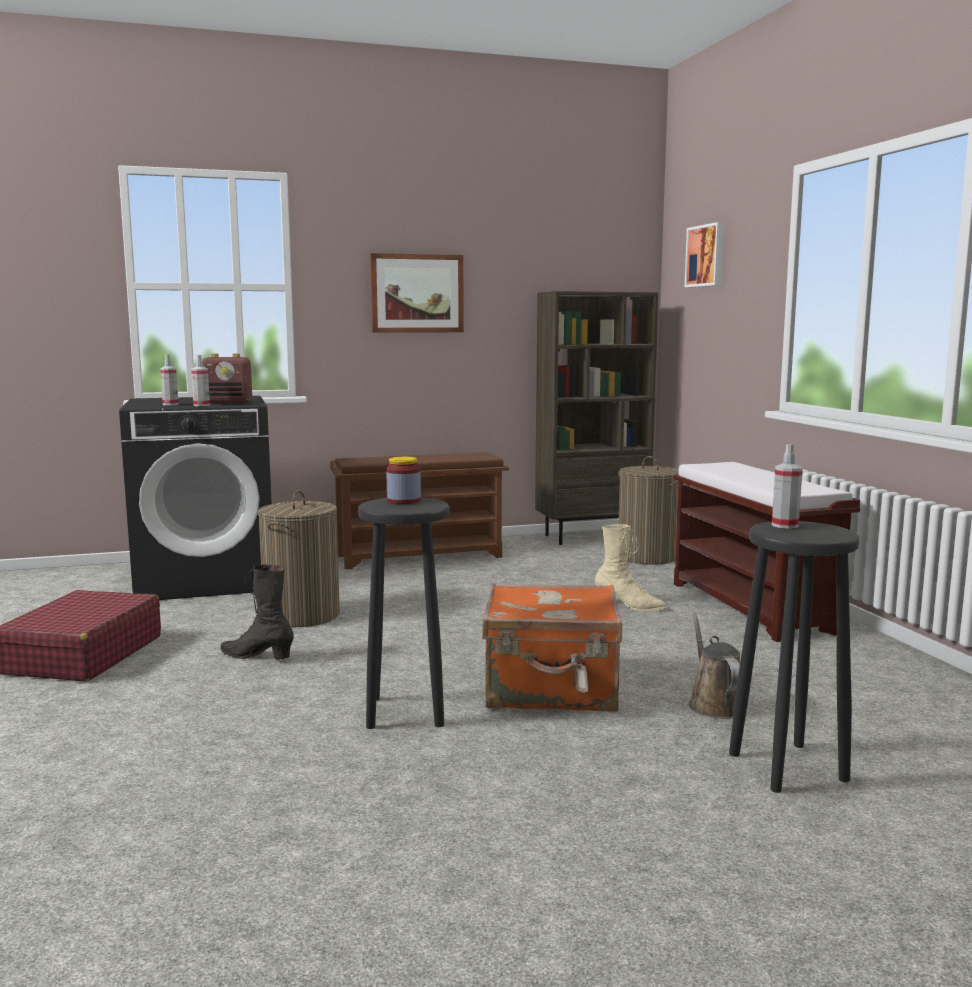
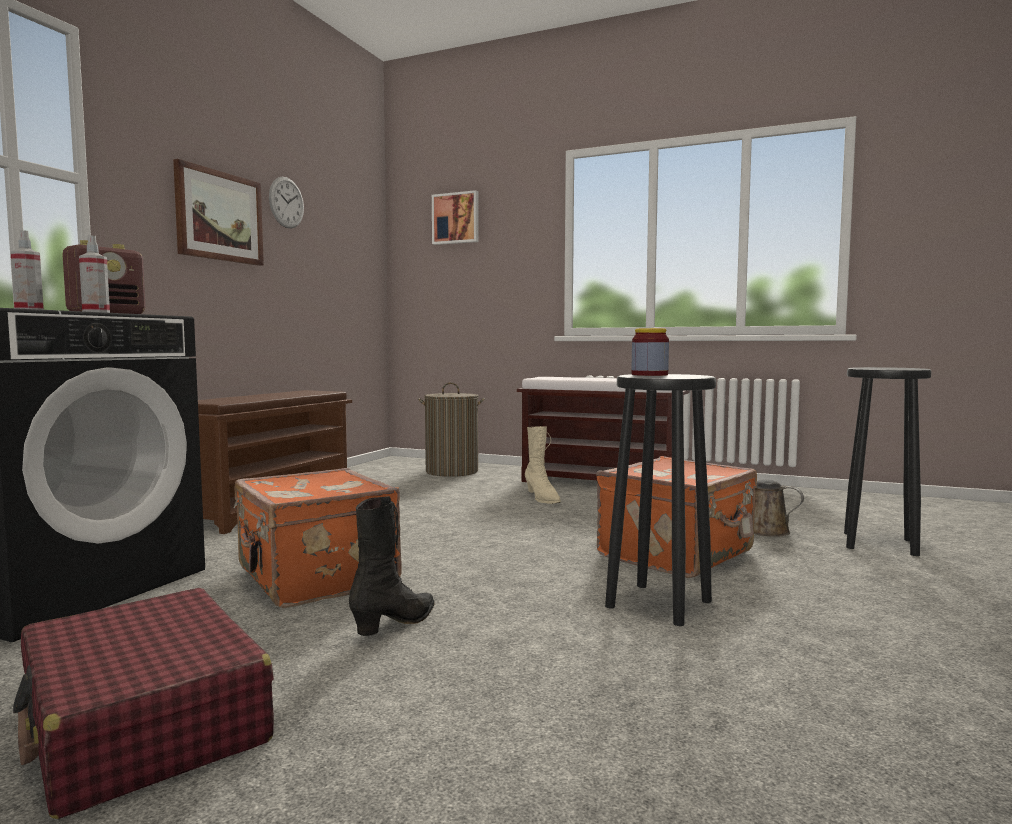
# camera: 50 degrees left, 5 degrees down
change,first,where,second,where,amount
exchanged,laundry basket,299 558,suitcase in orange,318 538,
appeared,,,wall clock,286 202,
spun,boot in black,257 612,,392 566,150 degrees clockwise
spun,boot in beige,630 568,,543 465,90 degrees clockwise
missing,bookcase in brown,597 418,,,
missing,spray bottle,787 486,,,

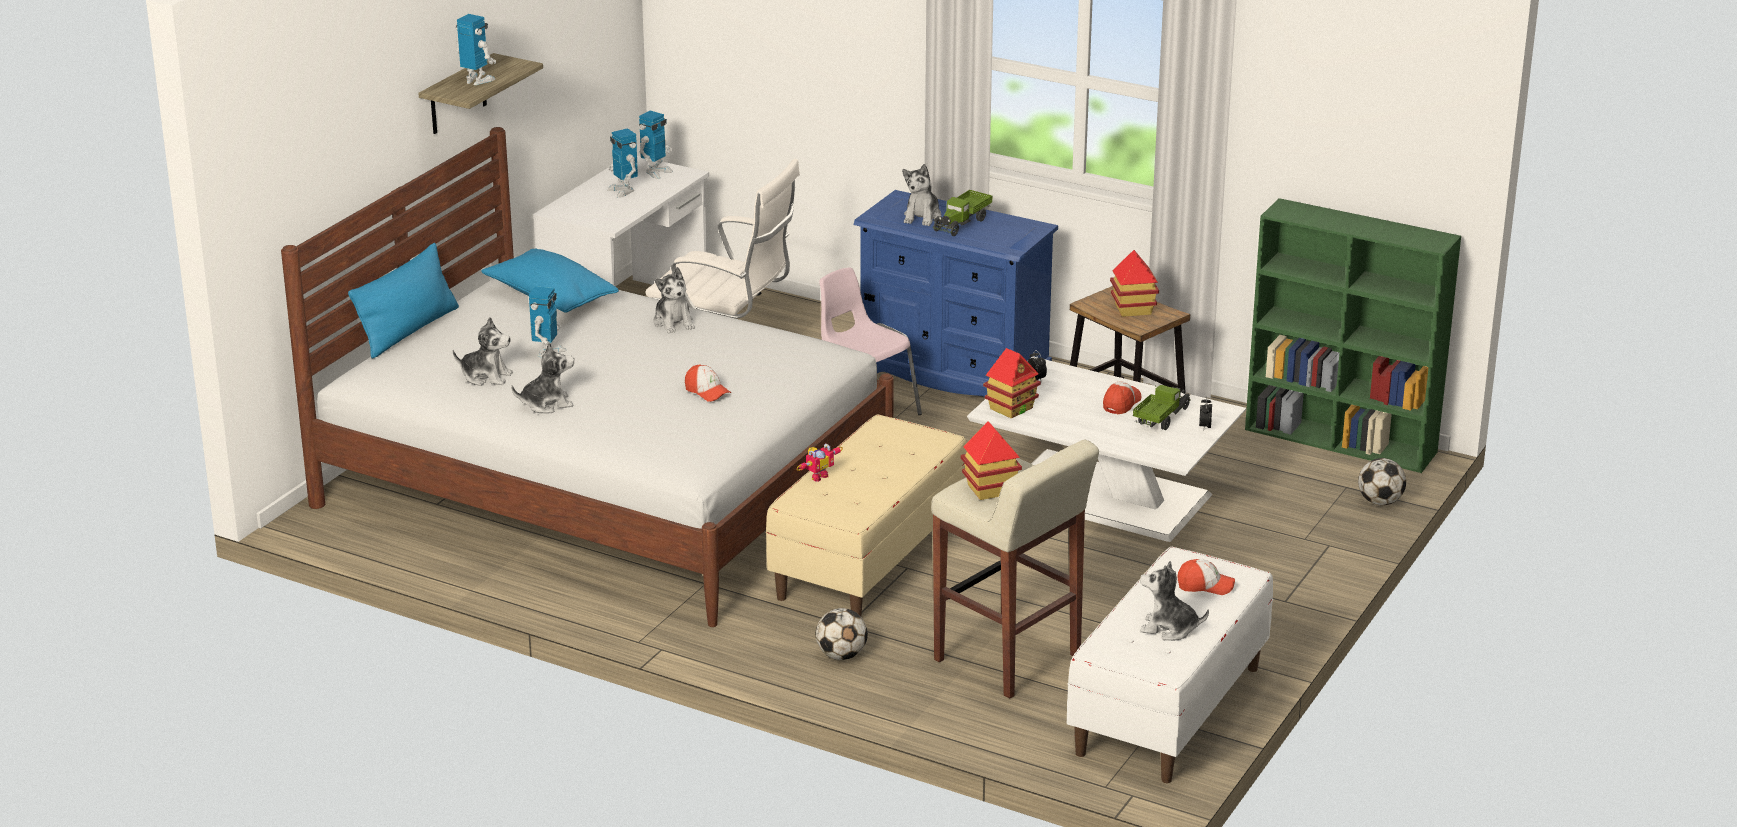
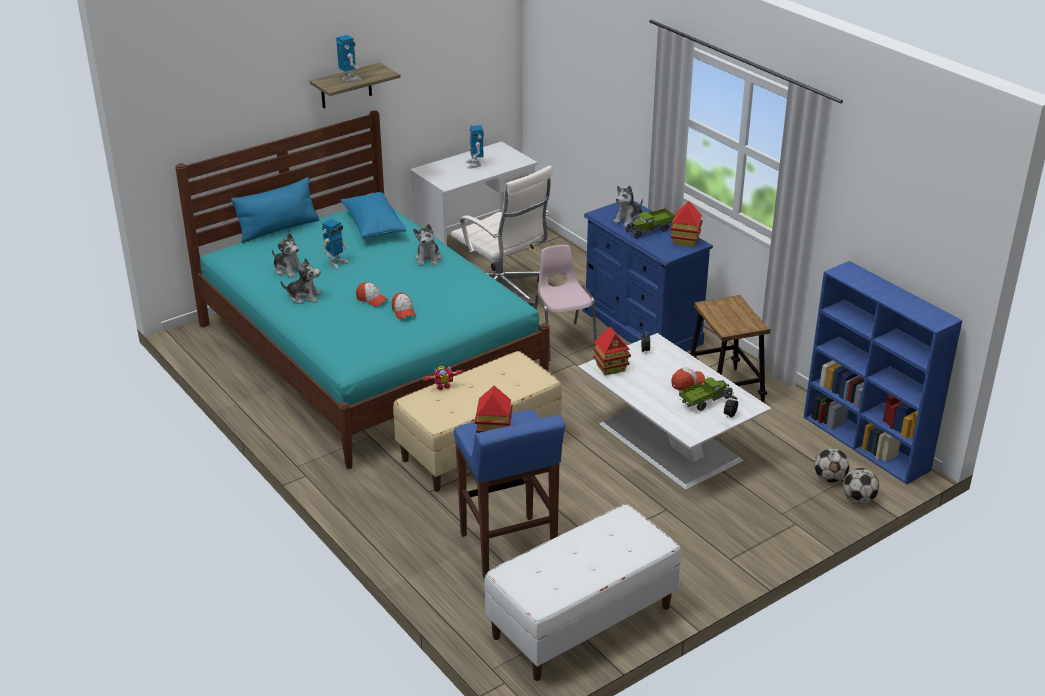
# camera: 25 degrees right, 5 degrees up
change,first,where,second,where,amount
colour,bed in white,587 377,bed in turquoise,362 289,
relocated,cap,1206 577,,372 294,
colour,stool in beige,1015 568,stool in blue,509 494,
relocated,toy house,1134 283,,686 224,
colour,bookcase in green,1353 335,bookcase in blue,883 372,
relocated,football,842 634,,831 465,
missing,toy robot,656 144,,,
missing,plush toy,1174 600,,,

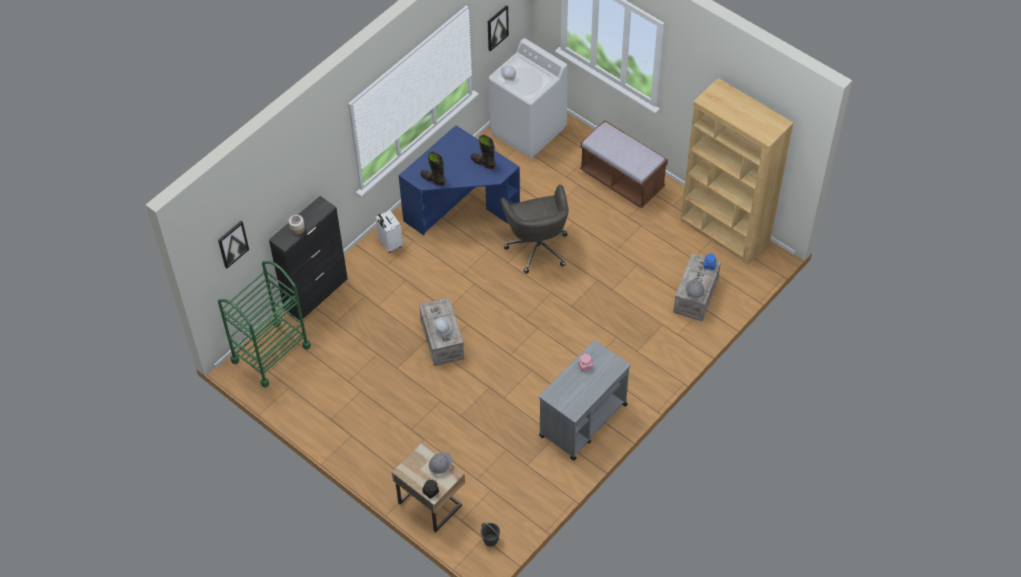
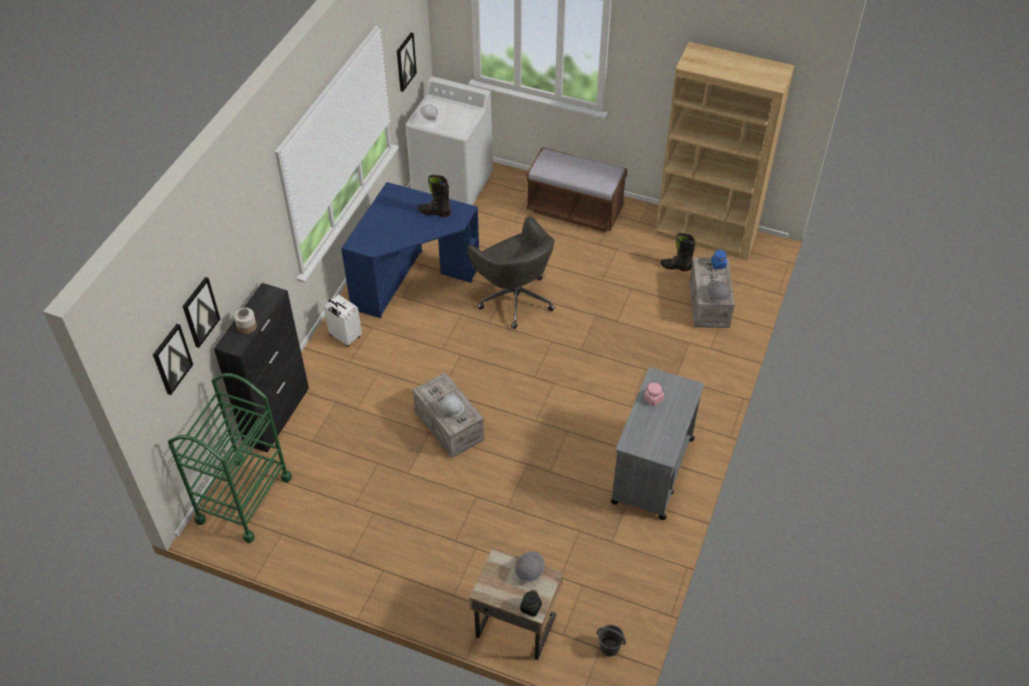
# camera: 20 degrees left, 5 degrees down
change,first,where,second,where,amount
appeared,,,picture,201 312,
relocated,boot in black,433 169,,677 252,

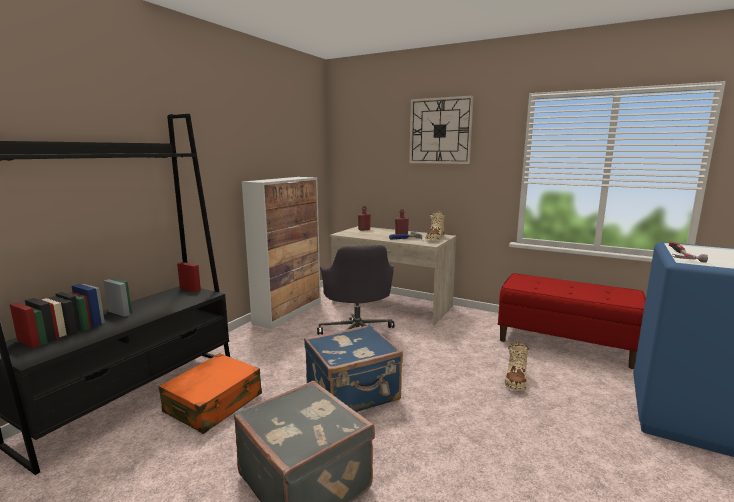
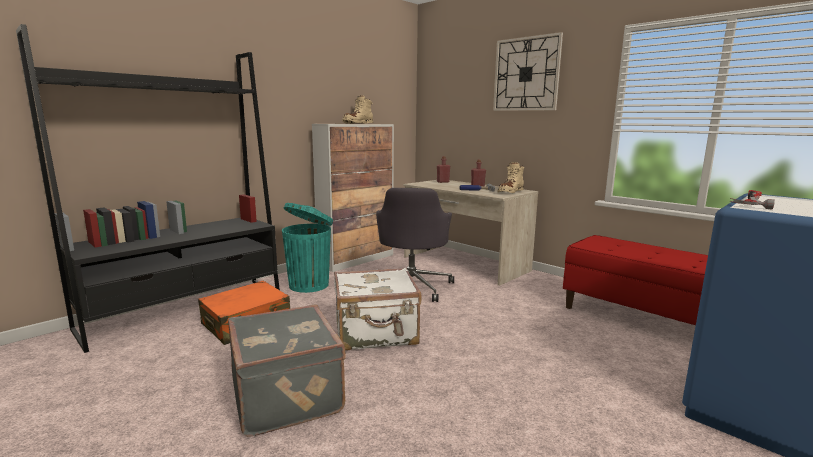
# camera: 15 degrees right, 0 degrees up
change,first,where,second,where,amount
appeared,,,trash can in turquoise,307 248,
colour,suitcase in blue,353 368,suitcase in white,377 309,
relocated,boot in beige,517 366,,357 109,

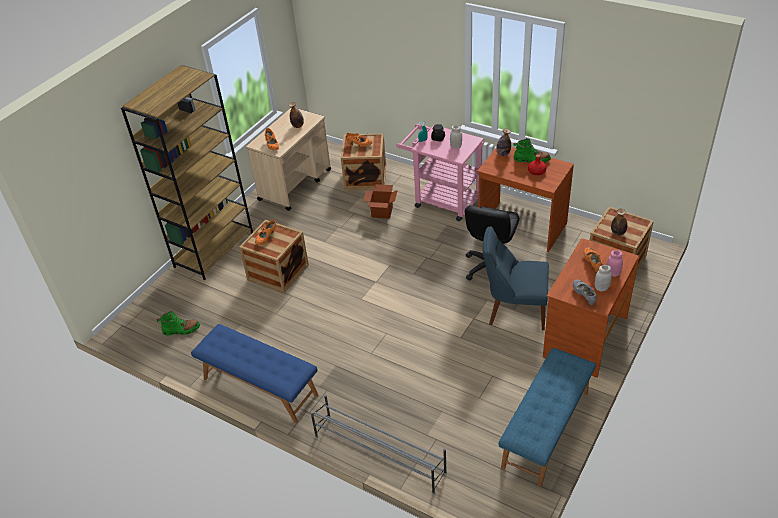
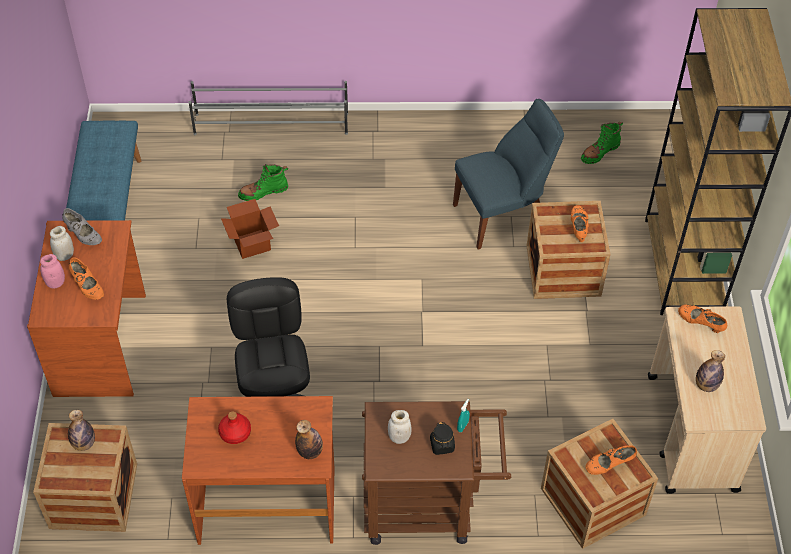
# camera: 145 degrees right, 10 degrees up
change,first,where,second,where,amount
relocated,cardboard box,380 201,,250 229,
relocated,boot in green,532 150,,263 182,
colour,cart in pink,440 172,cart in brown,436 473,
relocated,chair in blue,516 278,,508 174,
missing,bench in blue,255 373,,,

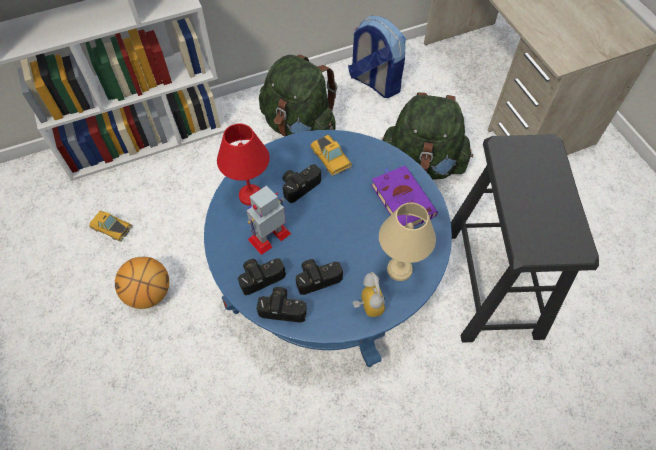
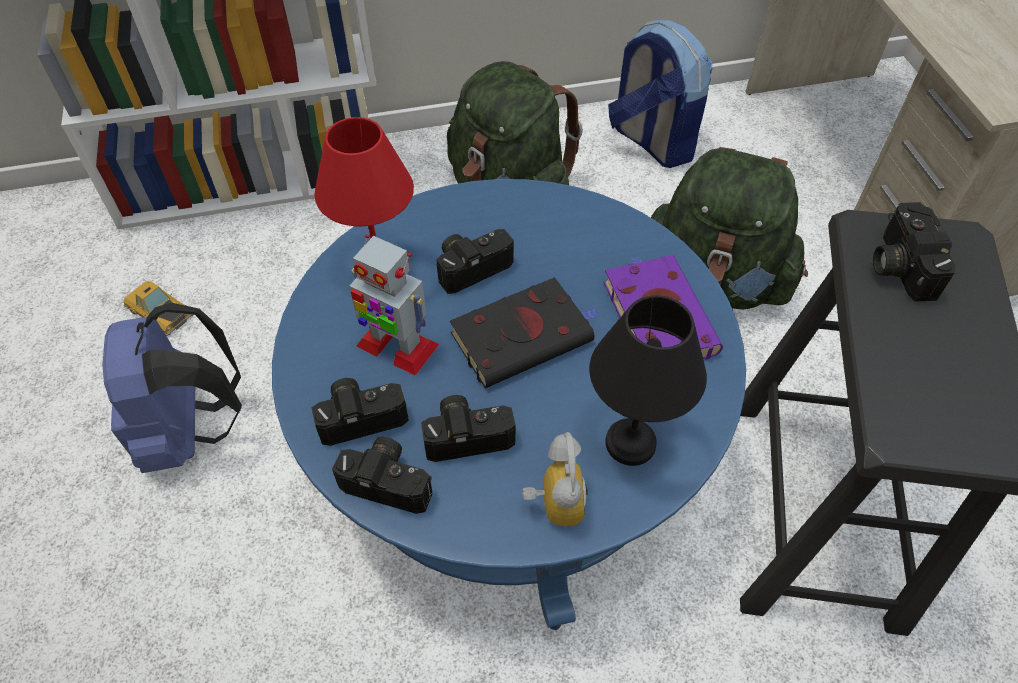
# camera: 10 degrees right, 5 degrees down
change,first,where,second,where,amount
exchanged,basketball,142 283,backpack in blue,172 388,
spun,toy robot,268 220,,394 305,120 degrees counterclockwise
appeared,,,book in black,524 332,
colour,table lamp in beige,407 241,table lamp in black,648 380,
appeared,,,photo camera,914 252,
missing,toy car,331 155,,,

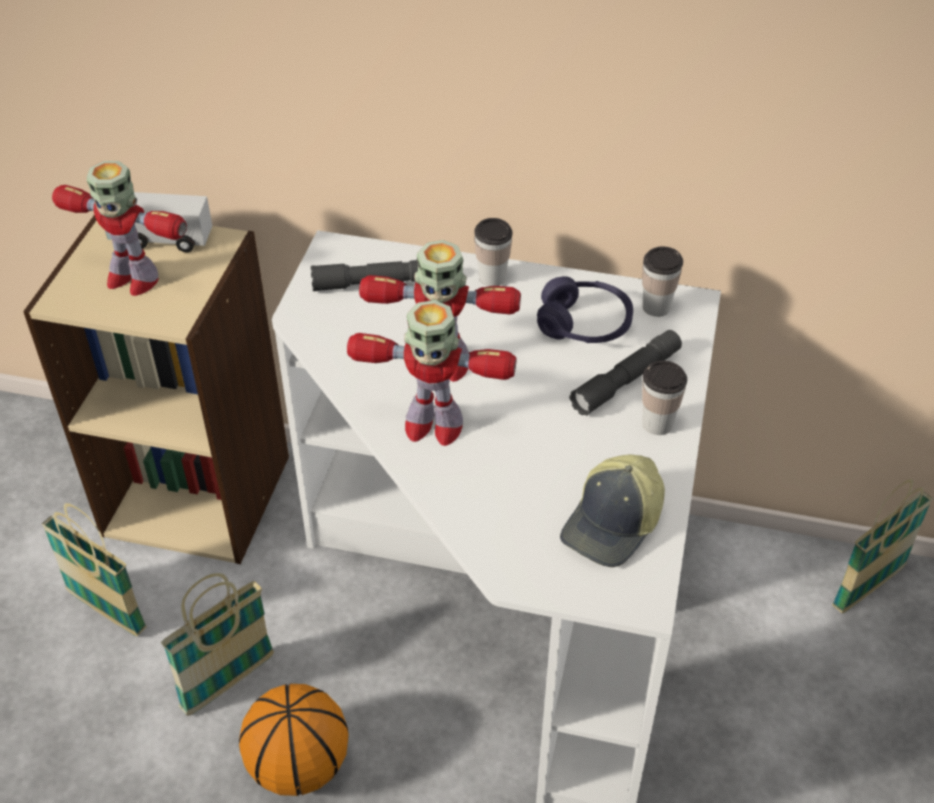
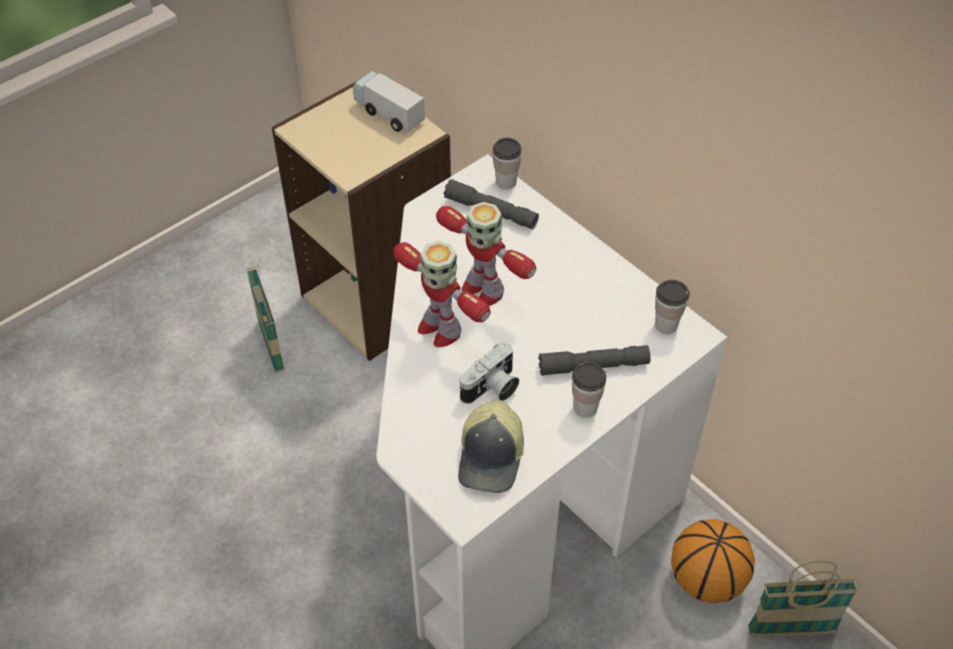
# camera: 35 degrees right, 5 degrees up
change,first,where,second,where,amount
spun,cap,612 511,,491 446,60 degrees counterclockwise
appeared,,,photo camera,489 373,
relocated,cup,493 252,,507 163,
relocated,basketball,294 740,,713 561,
missing,toy robot,119 228,,,
missing,basket,217 644,,,
missing,headphones in purple,585 309,,,

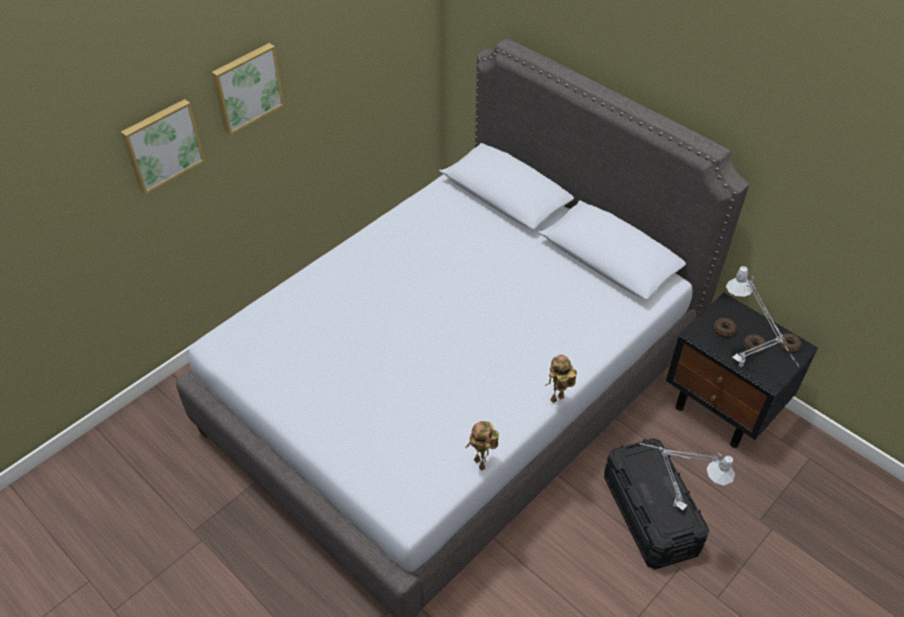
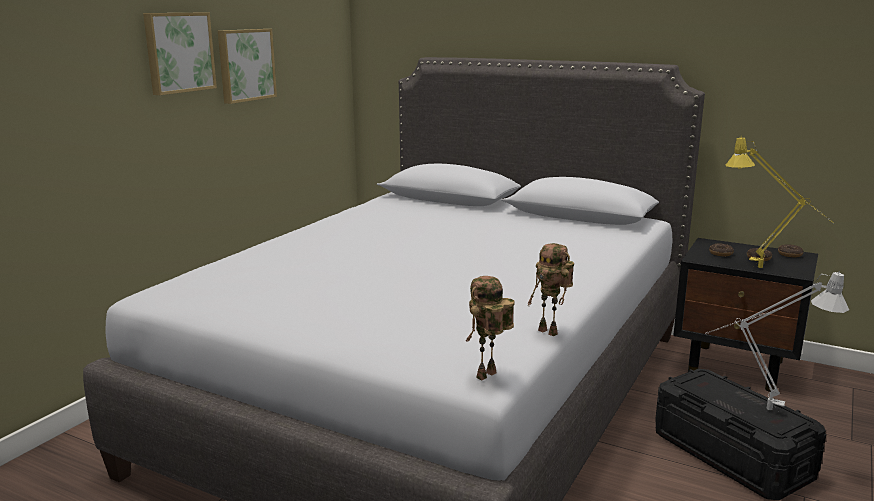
# camera: 15 degrees left, 30 degrees down
change,first,where,second,where,amount
relocated,picture,163 146,,247 66,
relocated,toy robot,561 379,,490 328,
colour,table lamp in grey,762 316,table lamp in yellow,779 202,

